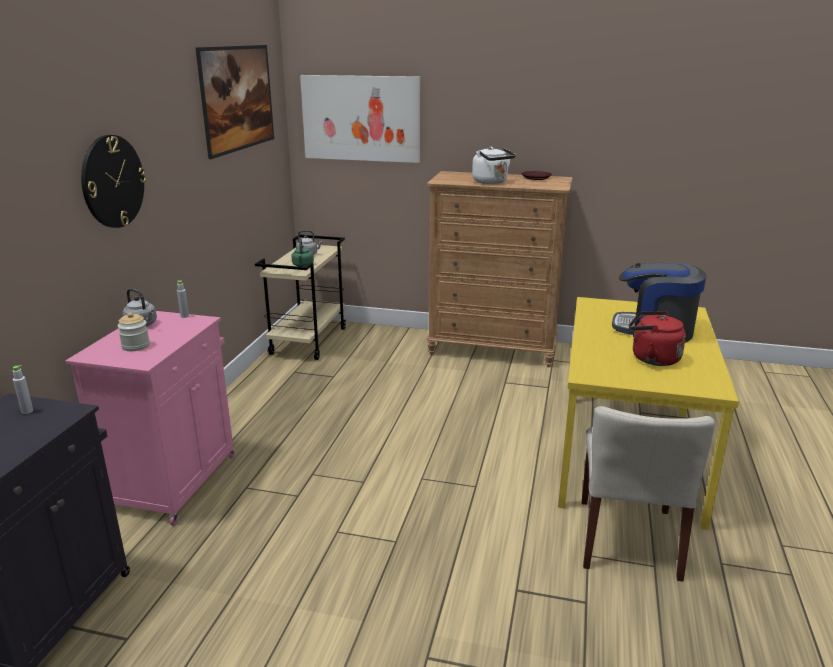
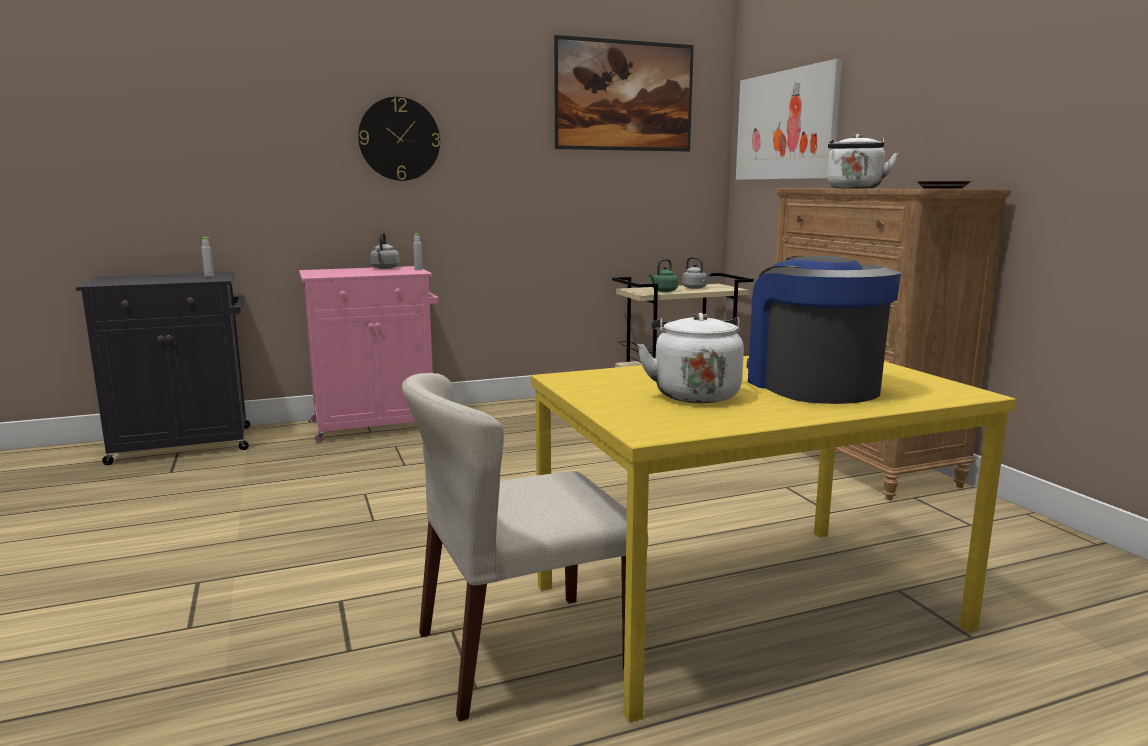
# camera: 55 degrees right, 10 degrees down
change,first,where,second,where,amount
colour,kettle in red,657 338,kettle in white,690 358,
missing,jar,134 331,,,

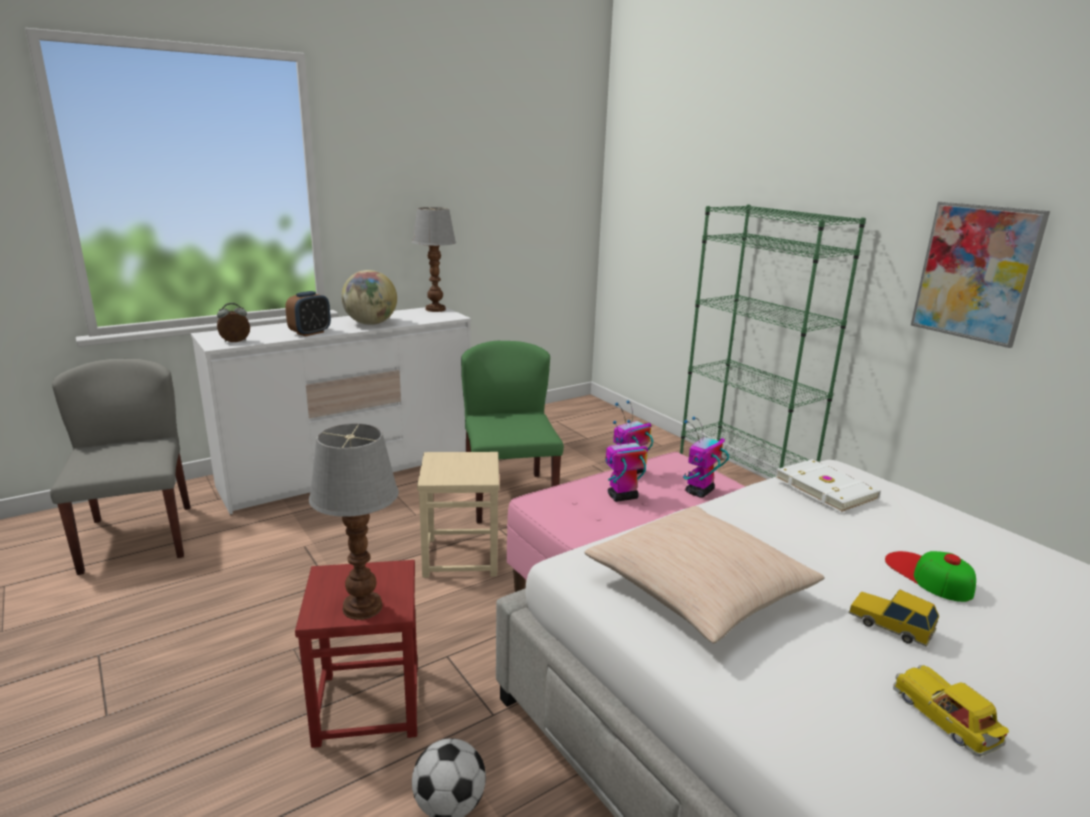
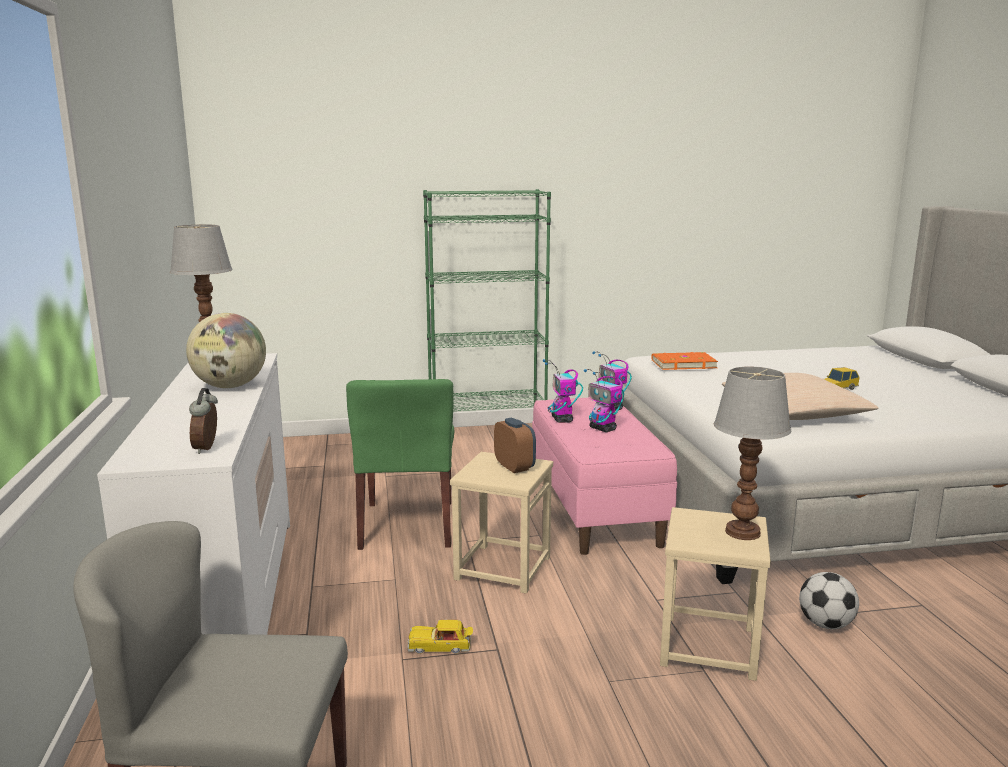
# camera: 65 degrees left, 5 degrees down
change,first,where,second,where,amount
spun,chair in green,512 432,,400 464,105 degrees counterclockwise
relocated,toy car,951 711,,440 637,
relocated,alarm clock,308 314,,515 445,
spun,toy robot,626 461,,604 400,45 degrees counterclockwise
colour,book in white,828 486,book in orange,685 361,
colour,stool in red,356 654,stool in beige,715 594,
missing,cap,930 576,,,
missing,picture,980 275,,,

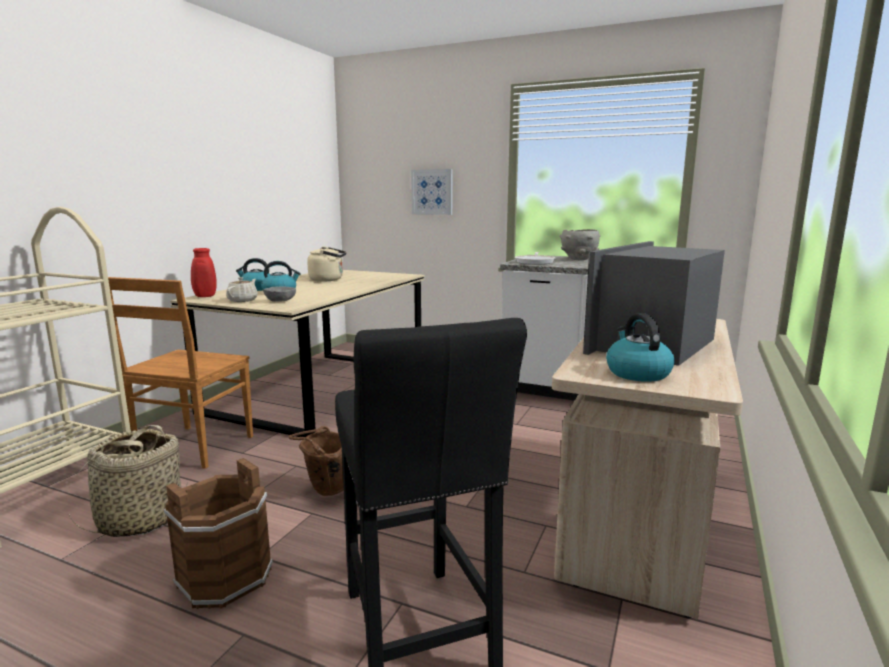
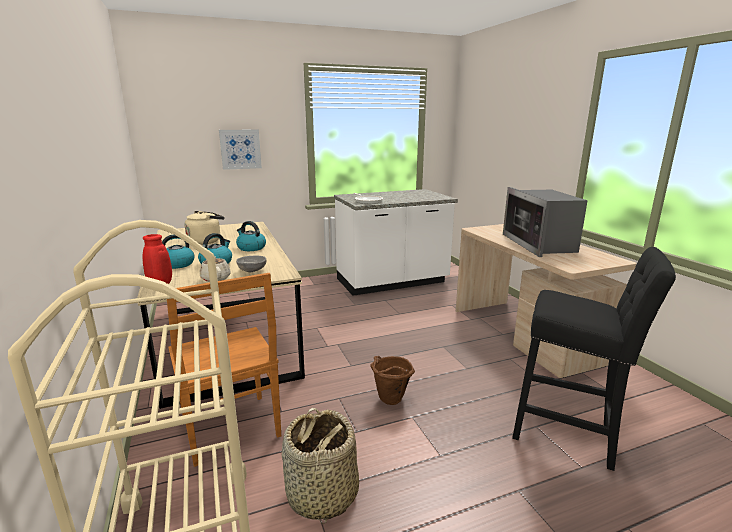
# camera: 45 degrees left, 5 degrees up
change,first,where,second,where,amount
relocated,kettle,640 347,,251 236,
missing,bucket in brown,218 533,,,
missing,bowl in grey,580 244,,,

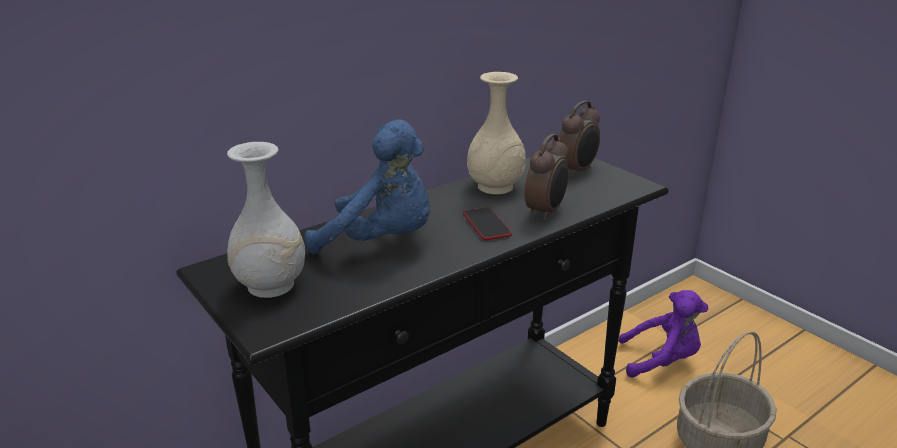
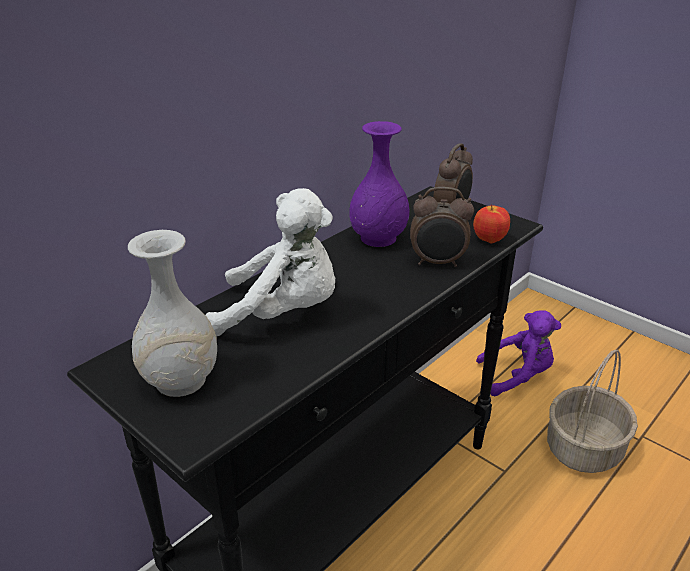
# camera: 10 degrees left, 5 degrees up
change,first,where,second,where,amount
colour,plush toy in blue,367 186,plush toy in white,270 262,
colour,vase in beige,496 133,vase in purple,379 184,
spun,alarm clock,547 177,,442 227,75 degrees clockwise
appeared,,,apple,491 224,
missing,phone,487 223,,,

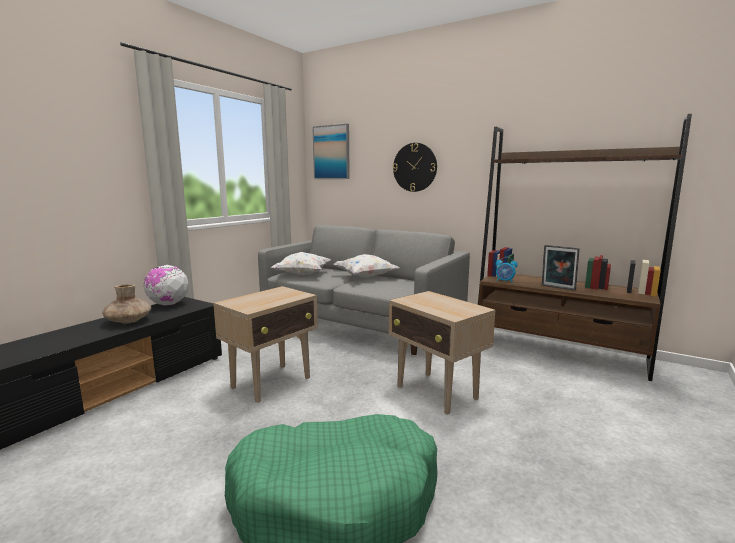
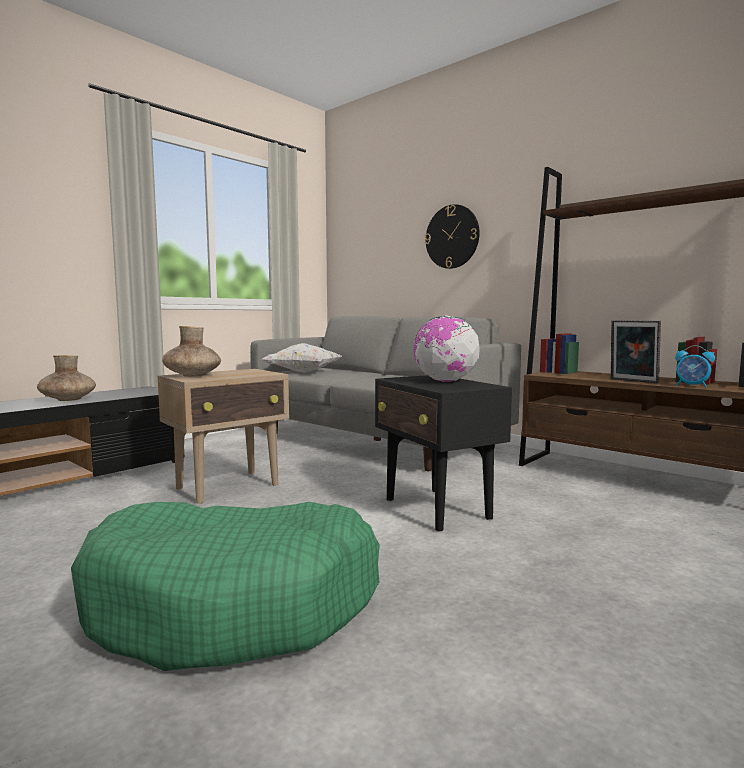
# camera: 10 degrees right, 5 degrees down
change,first,where,second,where,amount
appeared,,,vase in brown,191 351,
colour,side table in beige,442 353,side table in black,443 453,
relocated,globe,166 285,,446 348,
relocated,alarm clock,507 270,,695 366,
missing,picture,331 151,,,
missing,pillow in white,366 266,,,

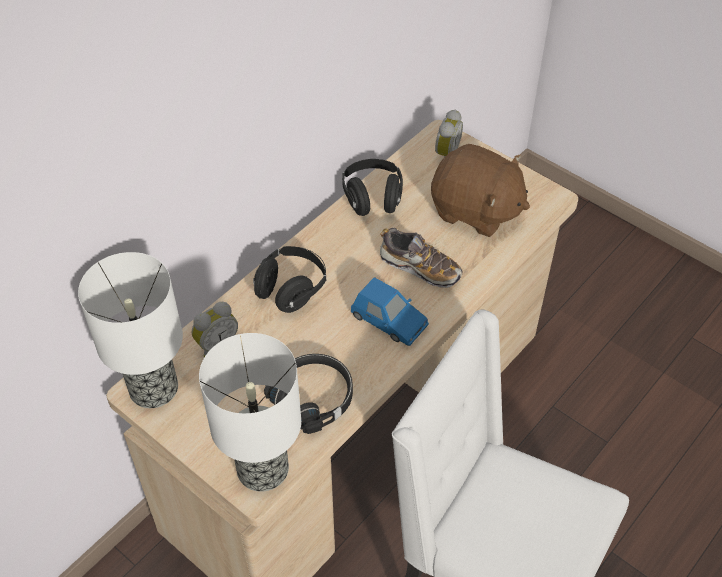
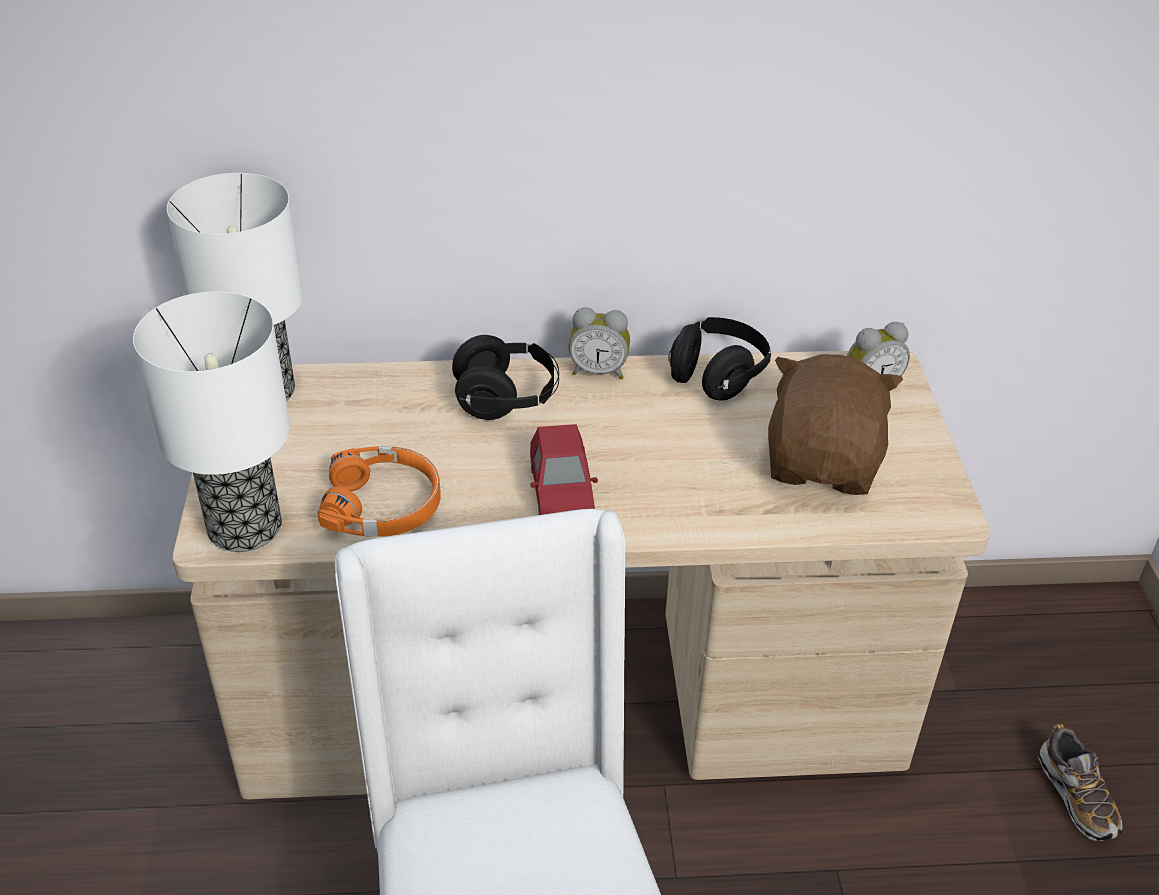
# camera: 45 degrees right, 10 degrees down
change,first,where,second,where,amount
colour,headphones in black,308 394,headphones in orange,379 491,
colour,toy car in blue,390 311,toy car in red,564 469,
relocated,alarm clock,215 329,,599 343,
spun,plush toy in brown,480 190,,835 424,150 degrees counterclockwise
relocated,shoe,421 258,,1080 782,

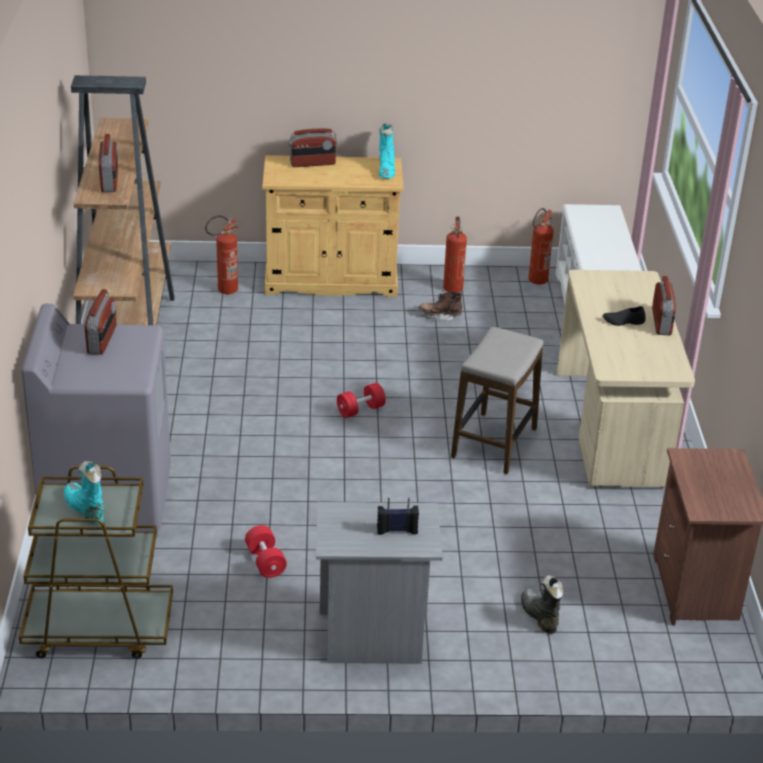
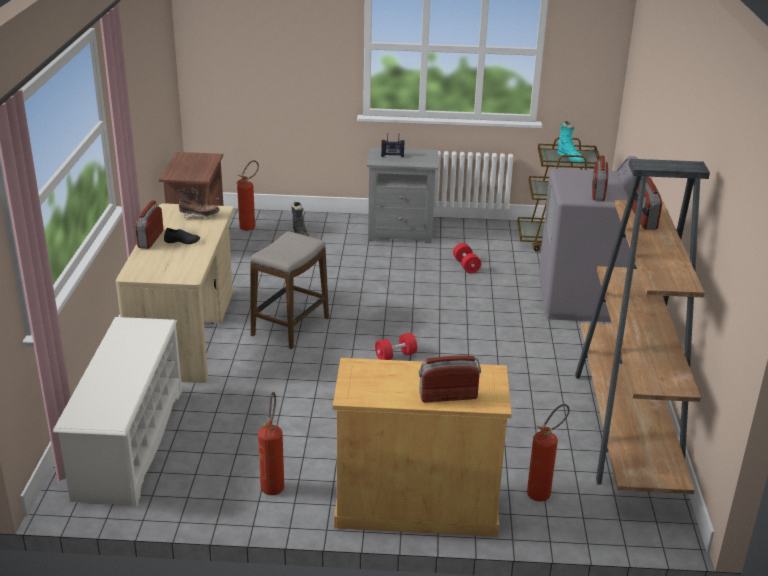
# camera: 175 degrees left, 5 degrees down
change,first,where,second,where,amount
relocated,boot in brown,440 306,,199 202,
relocated,fire extinguisher,541 246,,247 195,
missing,boot in turquoise,387 151,,,

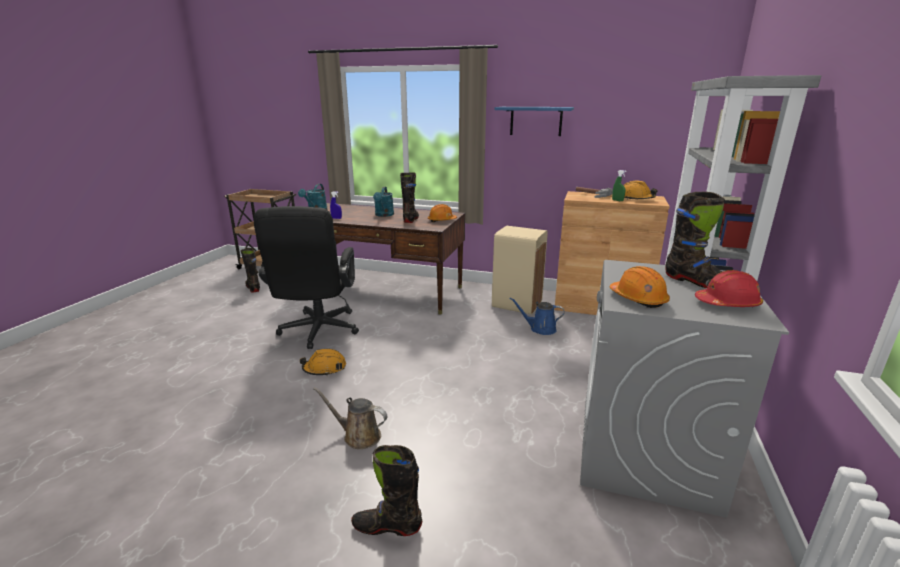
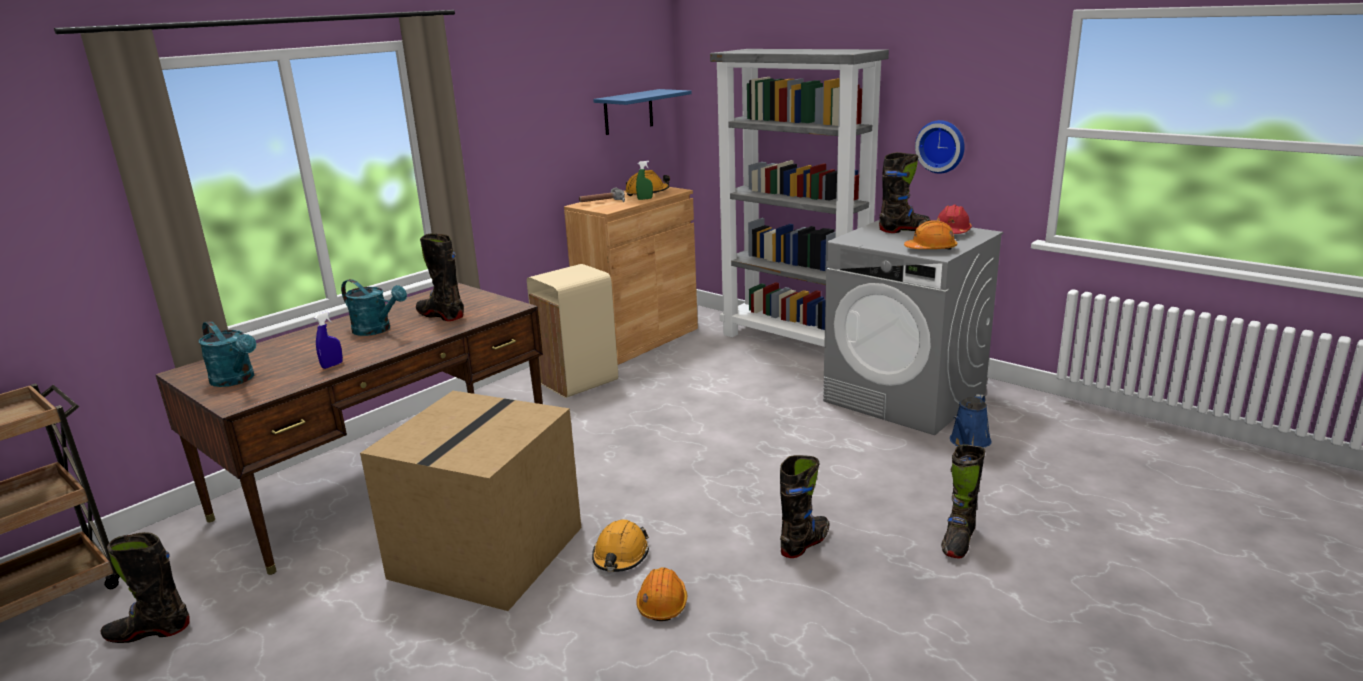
# camera: 65 degrees left, 0 degrees up
change,first,where,second,where,amount
exchanged,office chair in black,306 277,cardboard box,470 501,
relocated,shelf in blue,534 121,,642 112,
relocated,hard hat in orange,442 213,,661 594,
exchanged,watering can in brown,350 418,boot in black,805 506,
appeared,,,wall clock,940 147,
relocated,watering can in blue,537 316,,971 421,

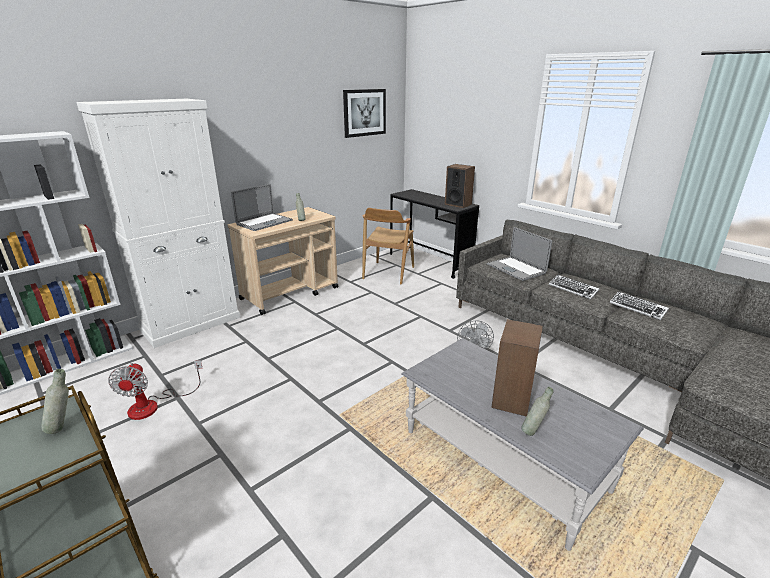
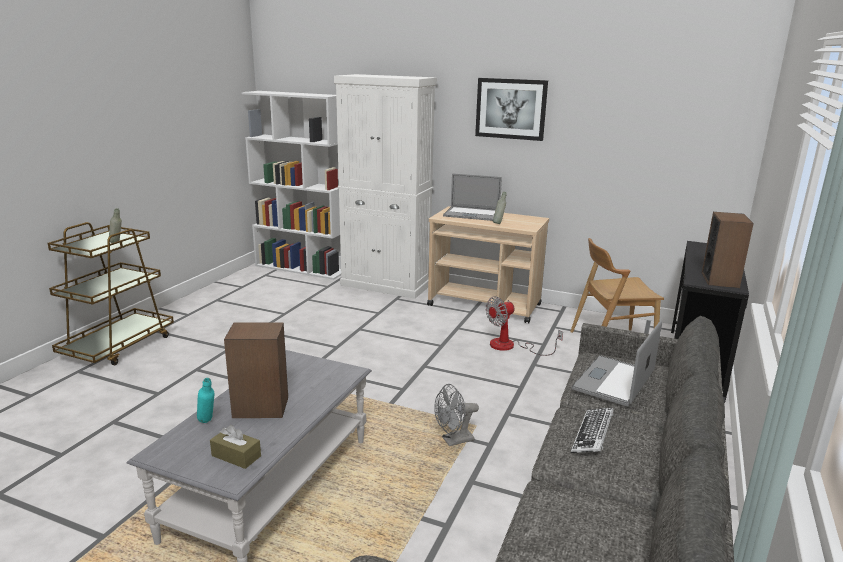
# camera: 65 degrees right, 5 degrees down
change,first,where,second,where,amount
colour,bottle in grey,537 411,bottle in turquoise,206 400,
appeared,,,tissue box in brown,235 447,
relocated,picture,364 113,,511 109,
relocated,fan,155 390,,524 326,
missing,keyboard,639 305,,,

